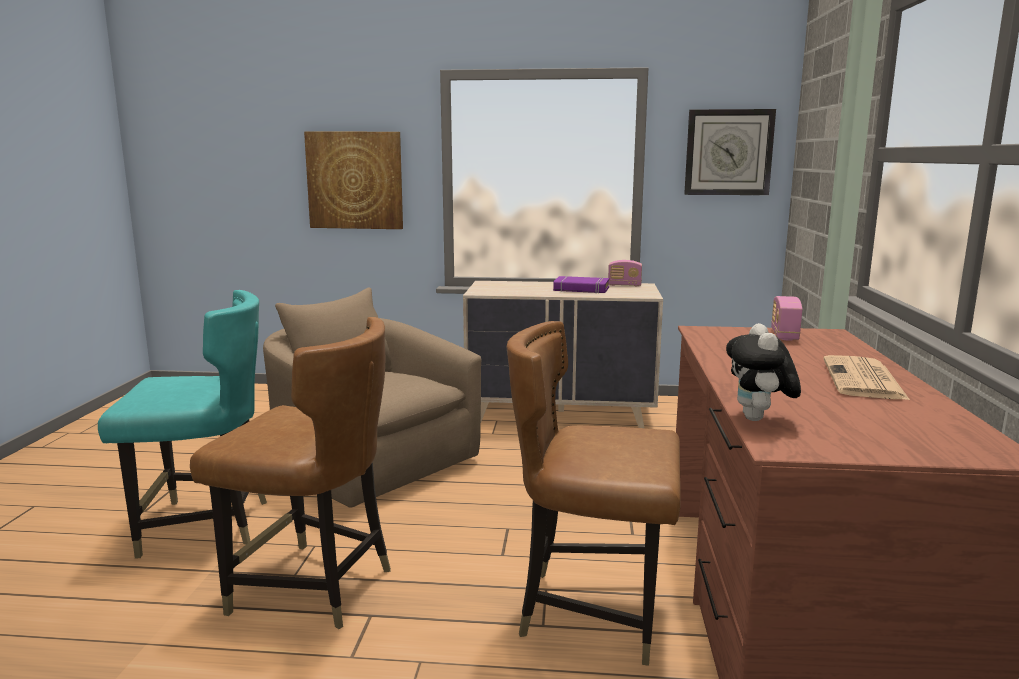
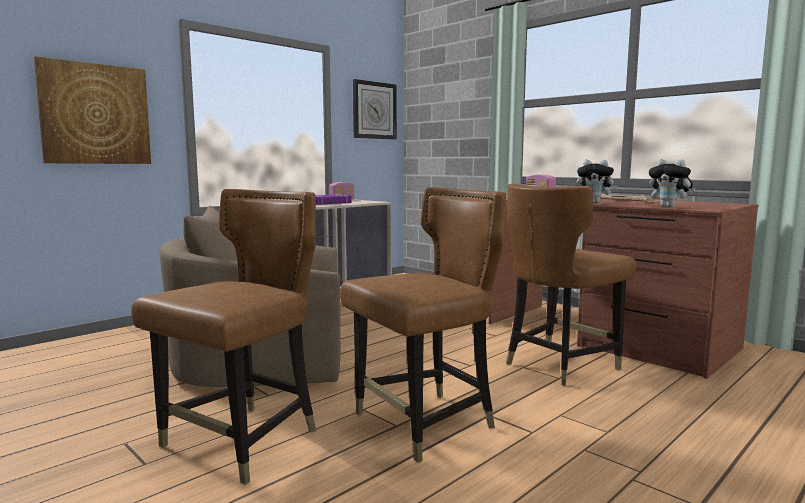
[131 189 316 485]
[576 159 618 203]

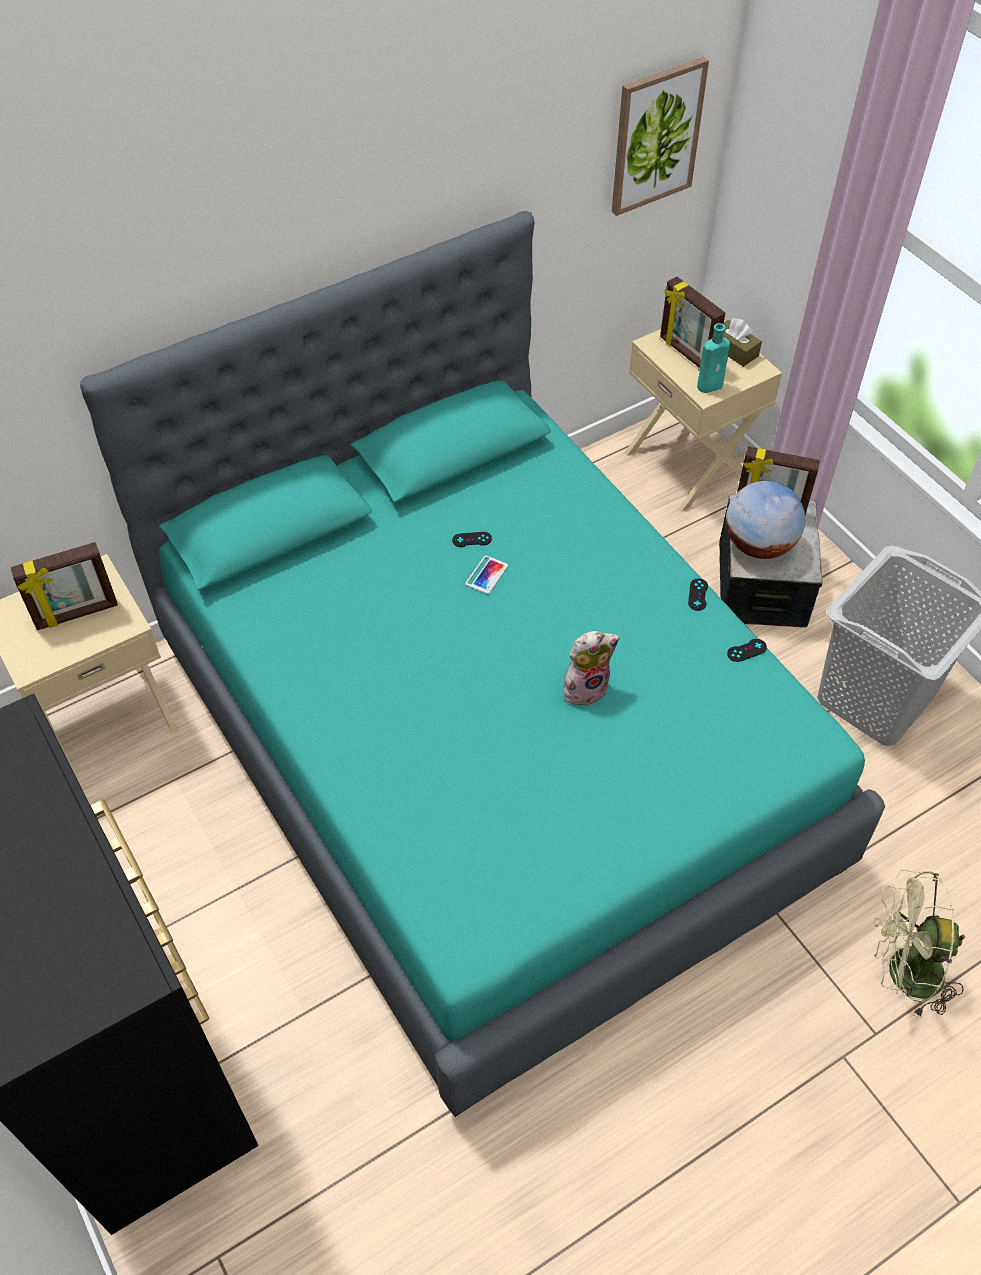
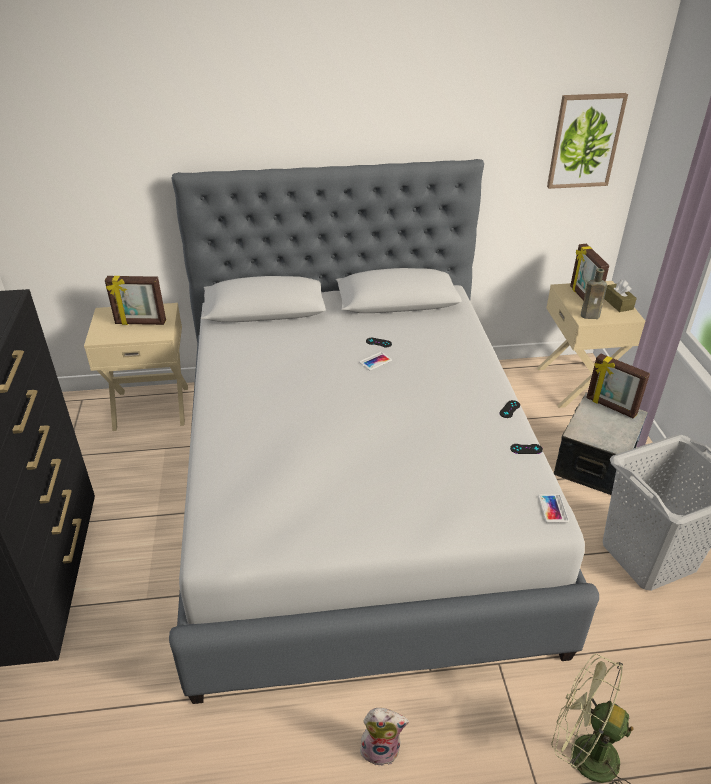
[169 159 599 704]
[359 708 409 766]
[538 494 569 523]
[581 268 607 319]
[726 481 805 559] (first image)

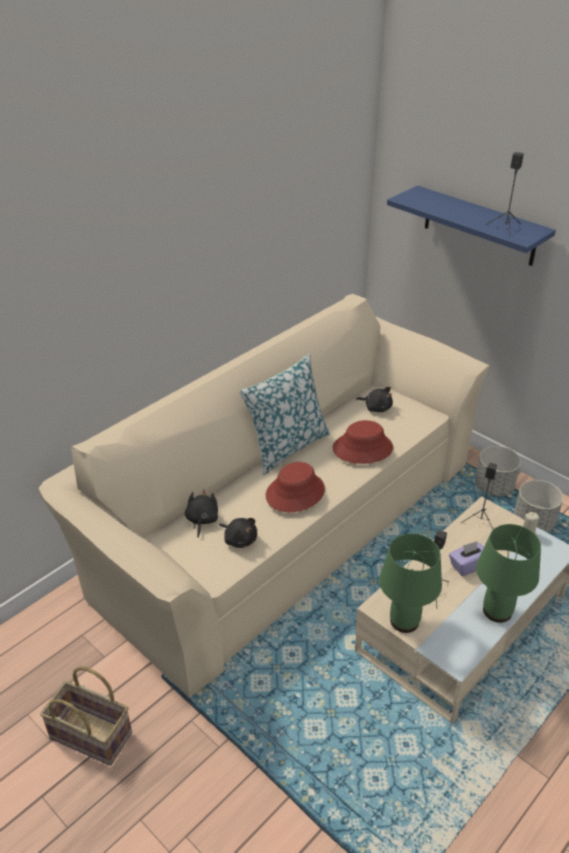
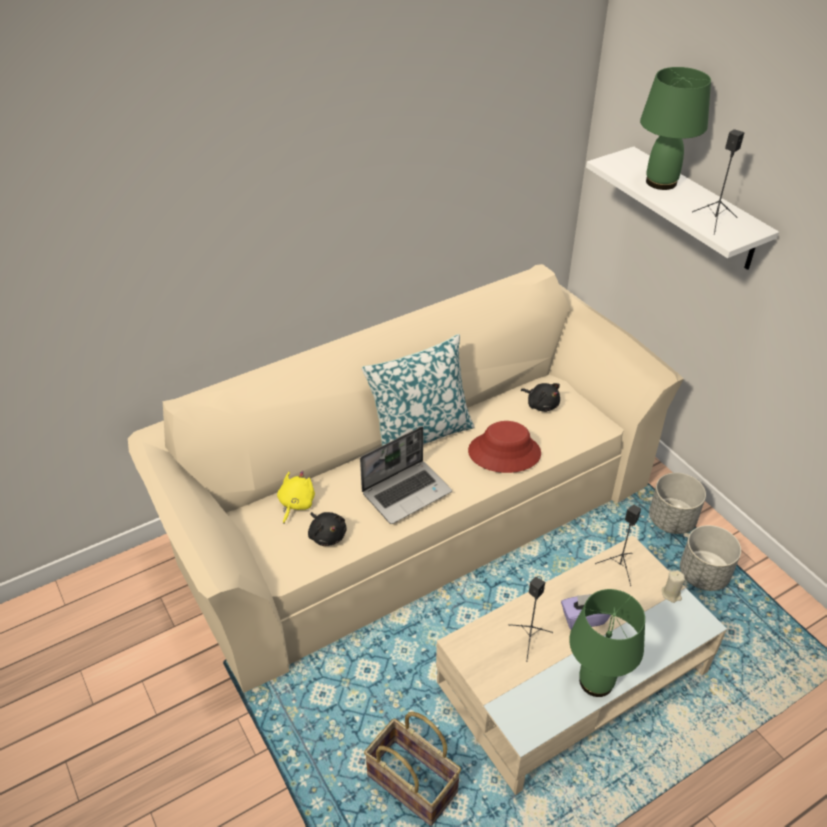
[277 471 315 524]
[360 426 452 524]
[364 712 461 826]
[586 147 779 270]
[640 67 711 190]

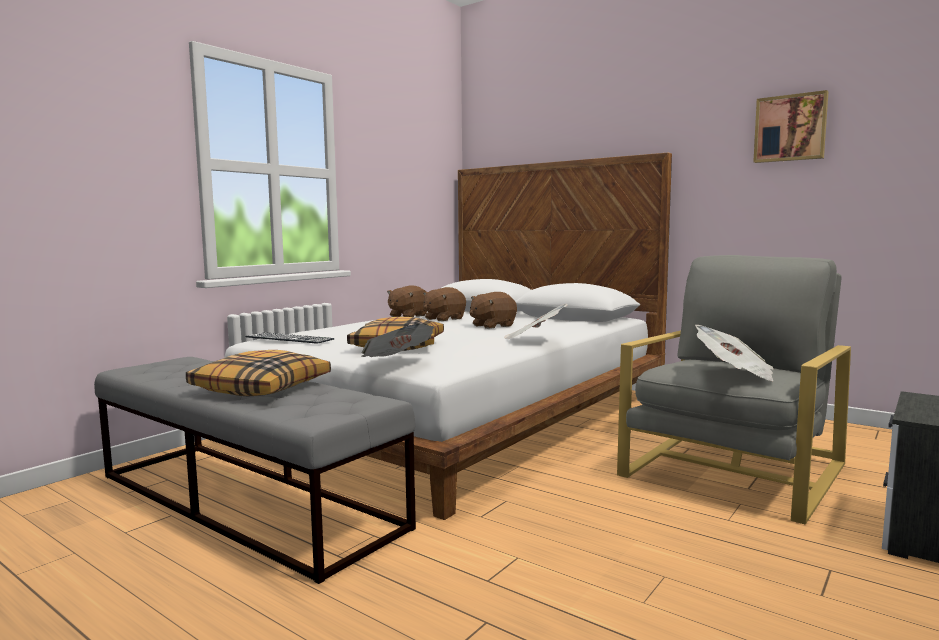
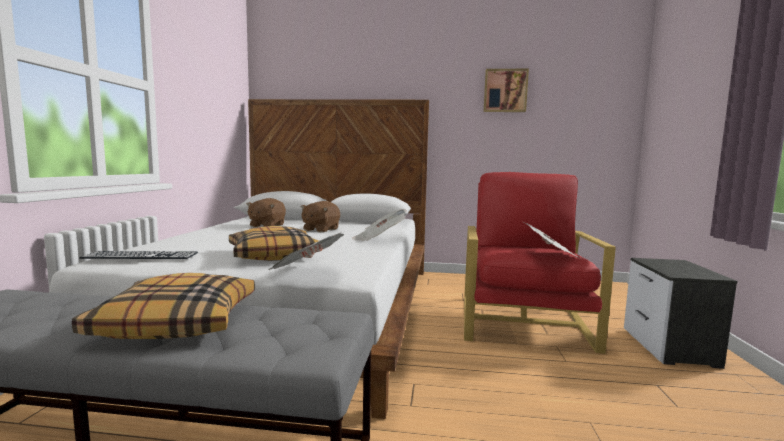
[464 172 616 354]
[387 285 427 317] (first image)

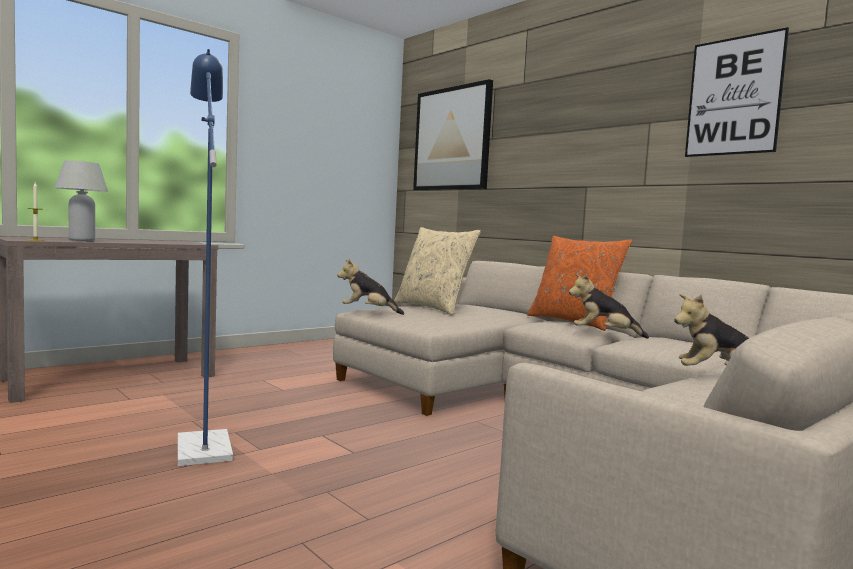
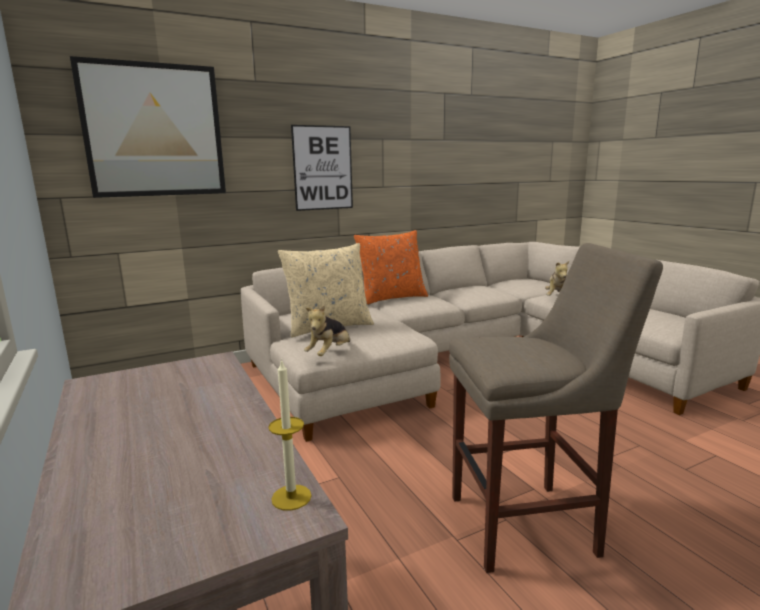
[291 125 353 211]
[449 243 663 573]
[55 160 108 241] (first image)
[569 273 649 339] (first image)

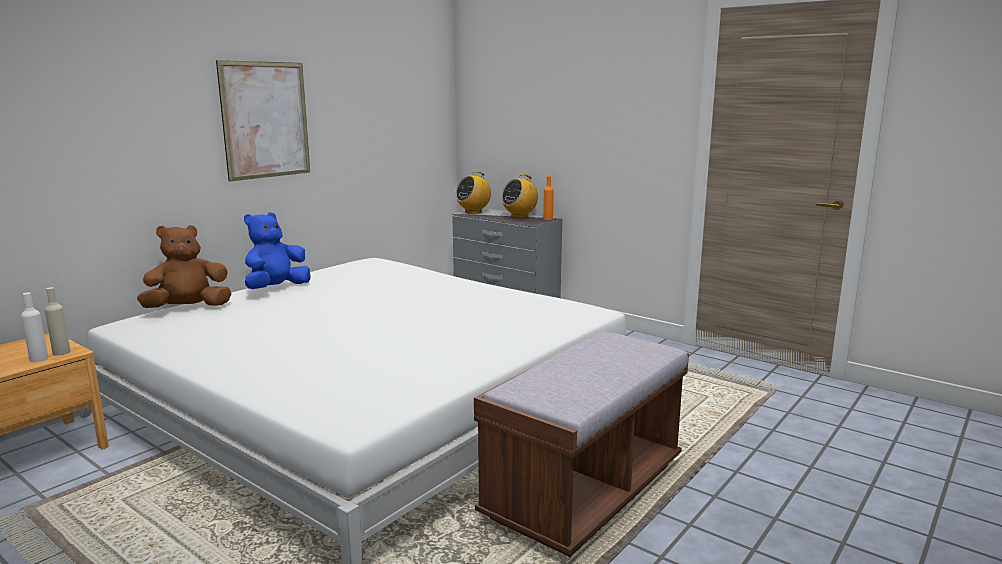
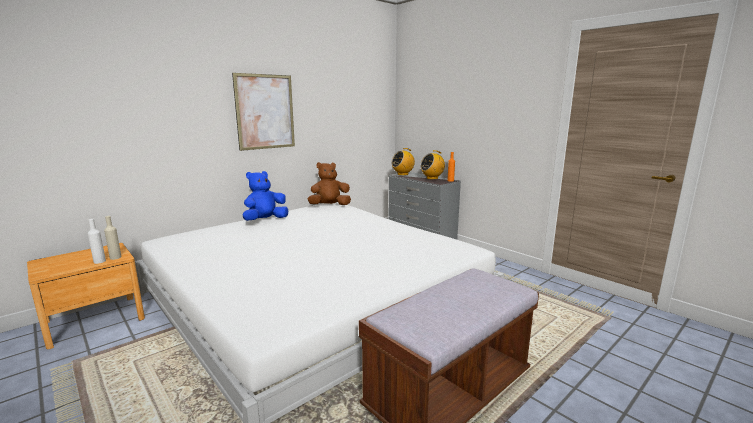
[307 162 351 205]

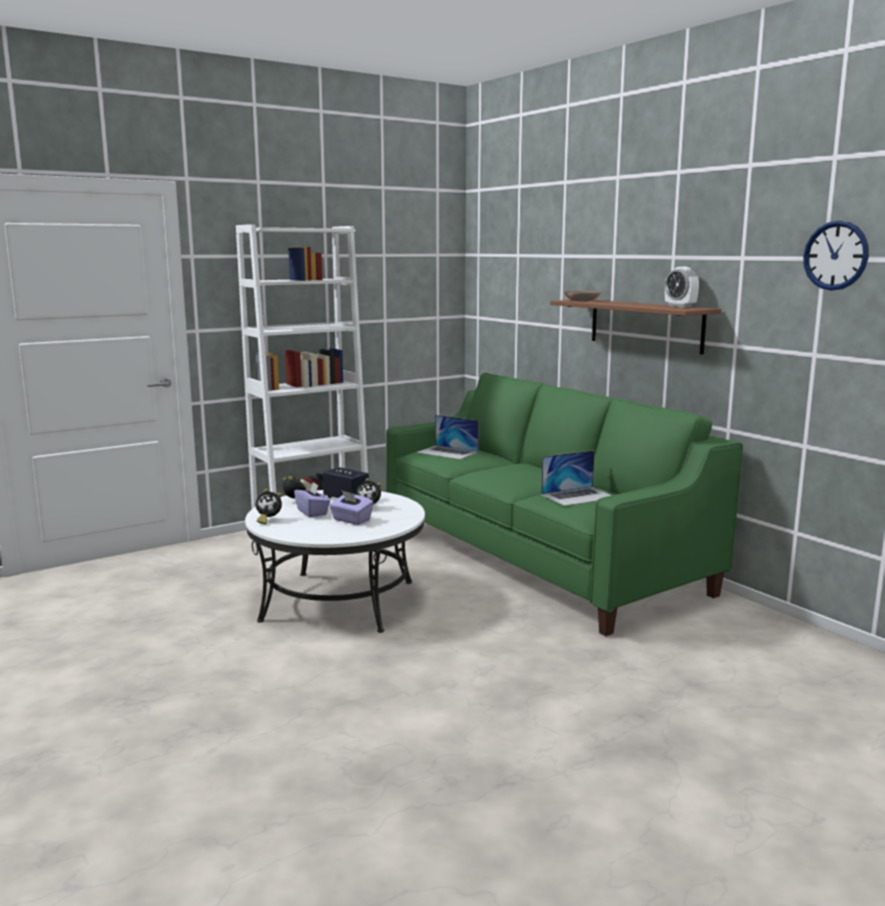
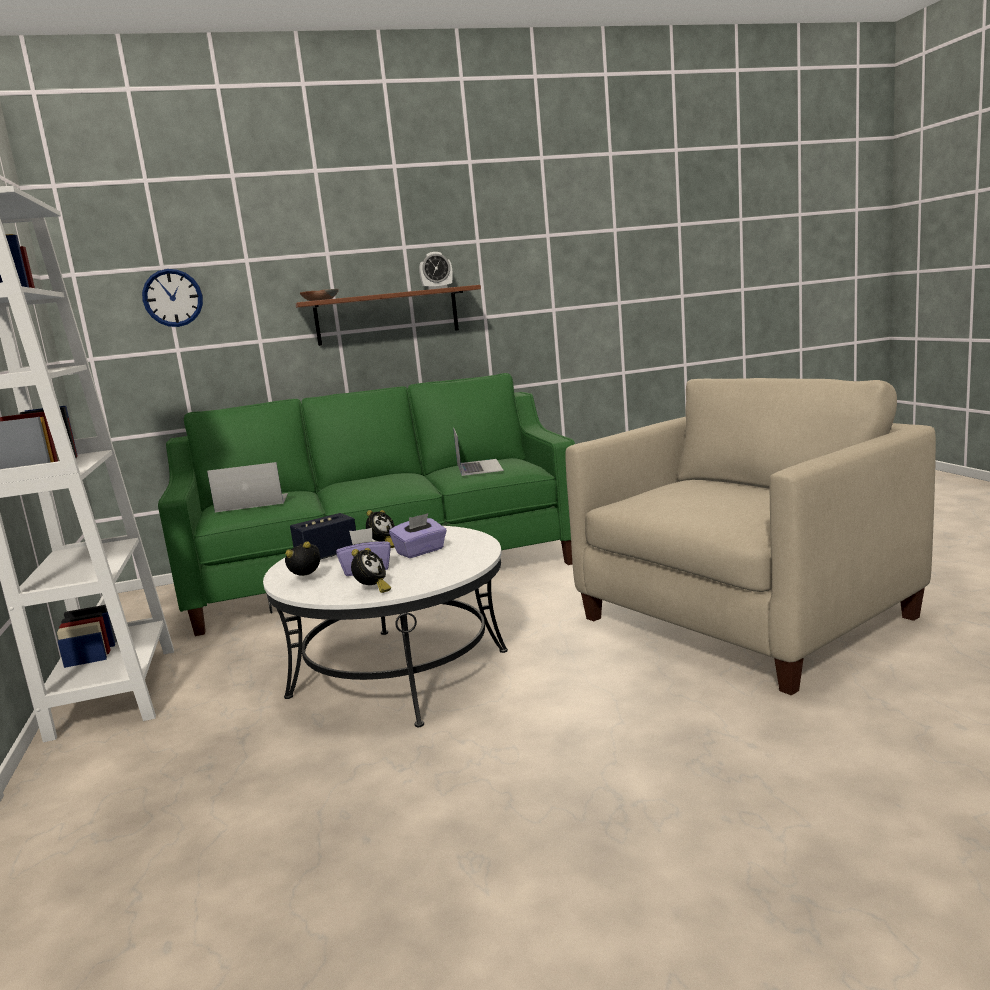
[142 269 203 327]
[207 462 288 512]
[565 378 936 695]

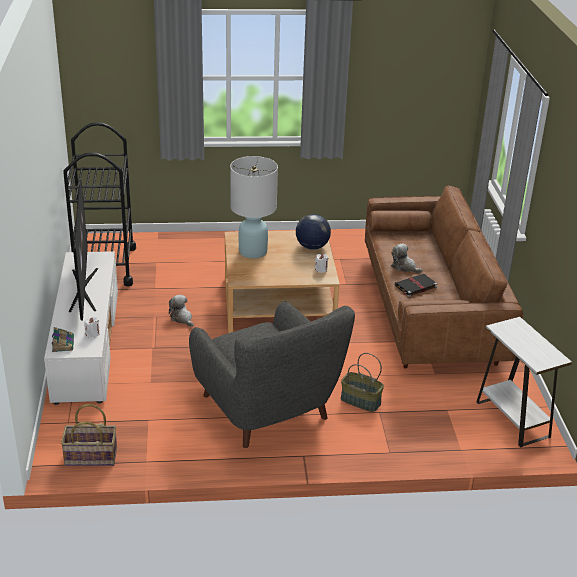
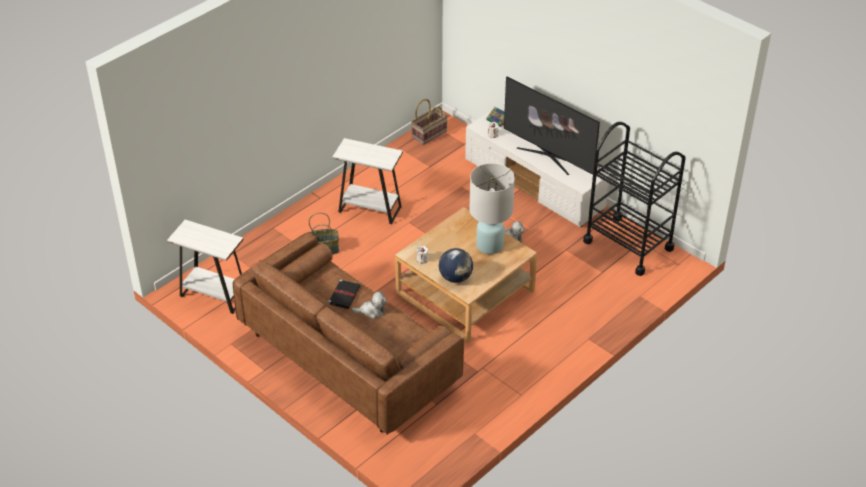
[332 138 403 224]

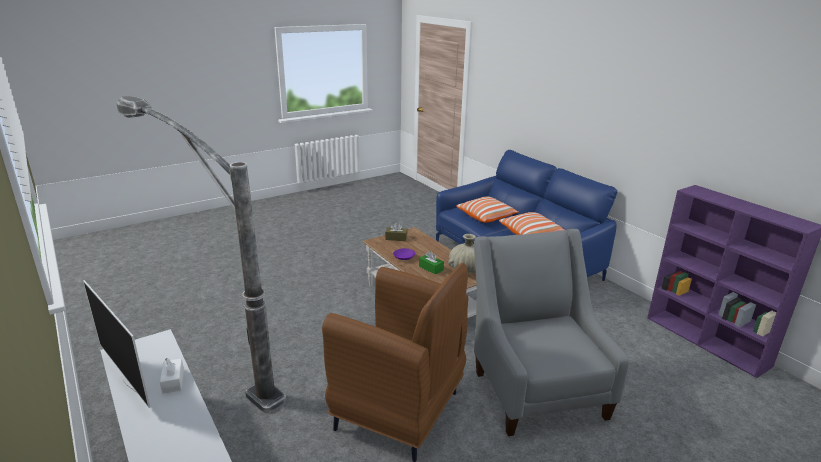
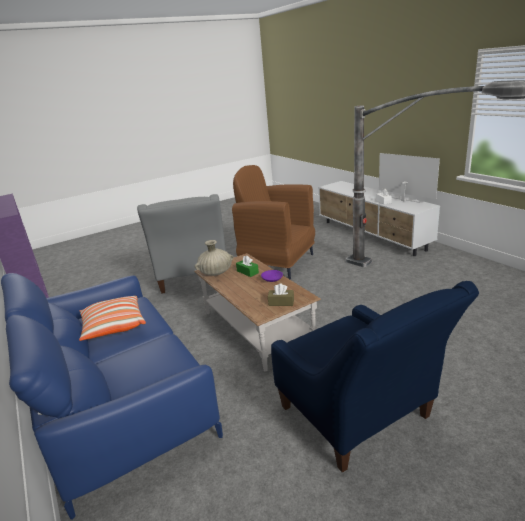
[271 281 479 473]
[456 197 519 223] (first image)

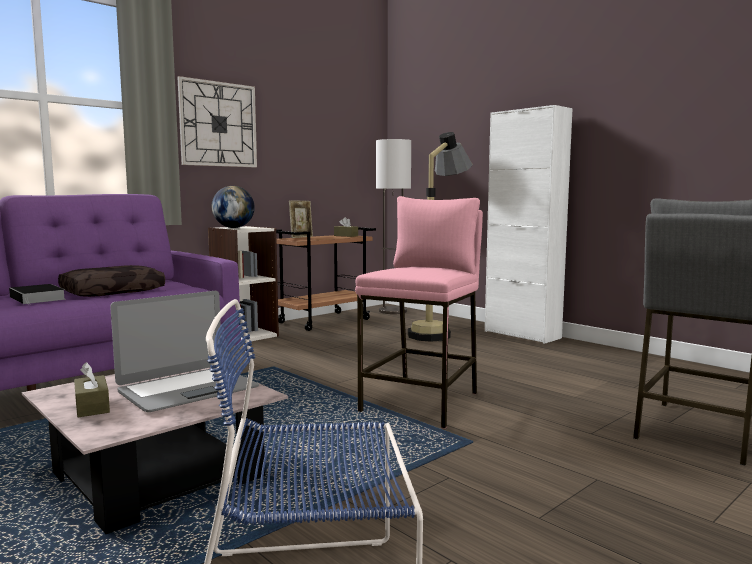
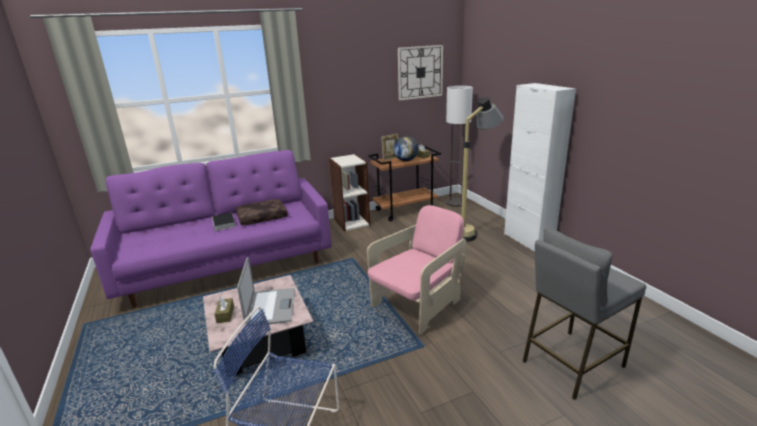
[237 257 295 326]
[367 205 467 335]
[393 136 418 161]
[398 45 443 100]

